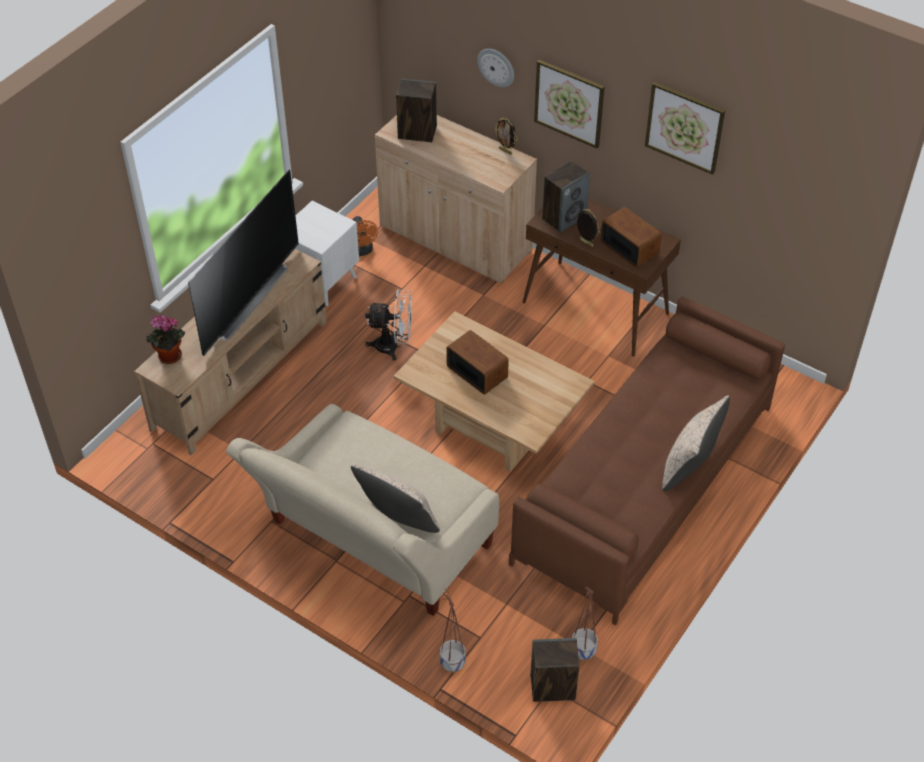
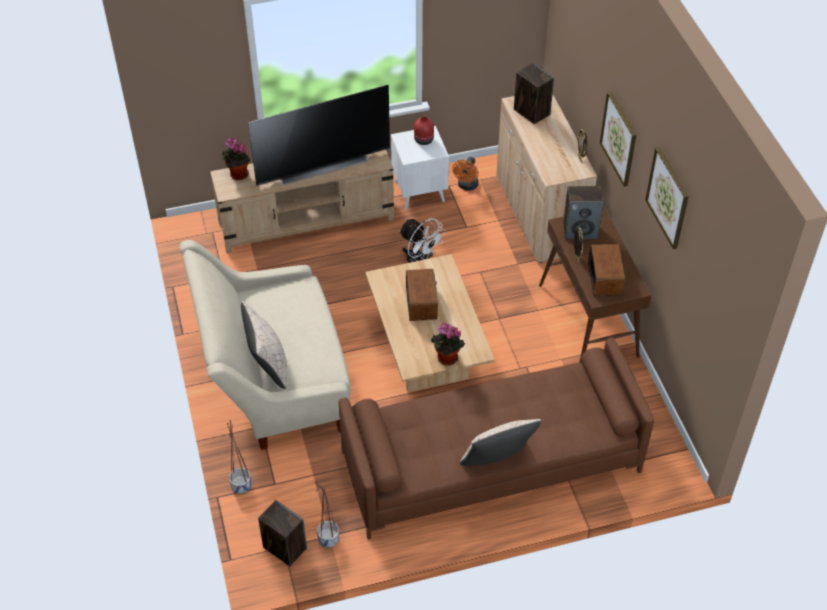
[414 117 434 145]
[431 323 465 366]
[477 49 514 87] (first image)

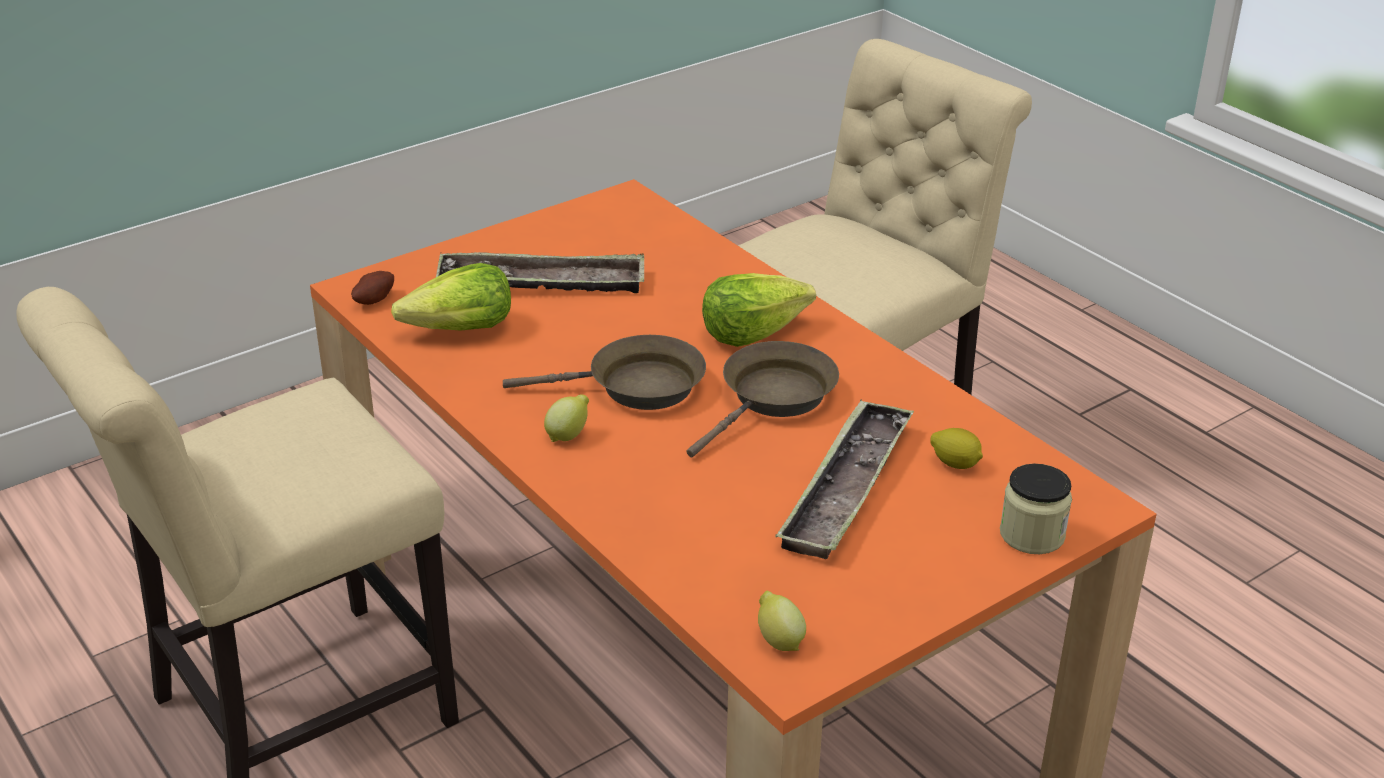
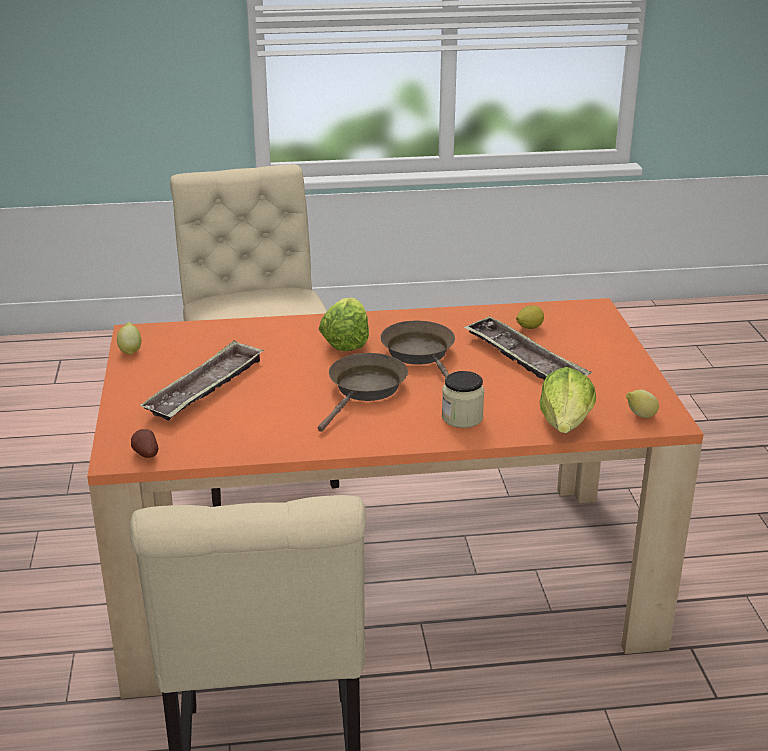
[117 322 141 355]
[442 371 485 428]
[540 367 596 433]

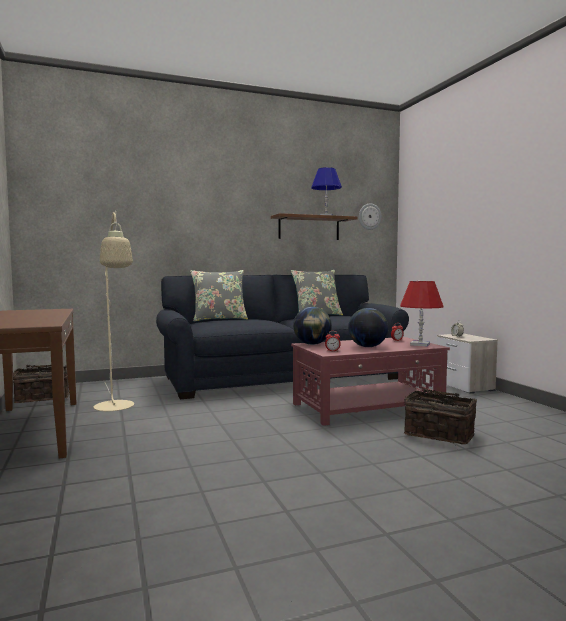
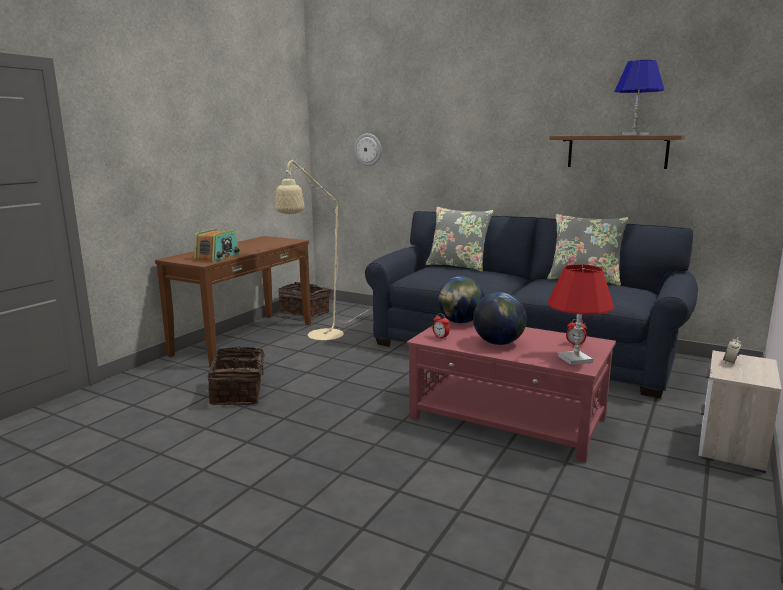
[194 229 240 262]
[208 346 274 405]
[354 133 382 166]

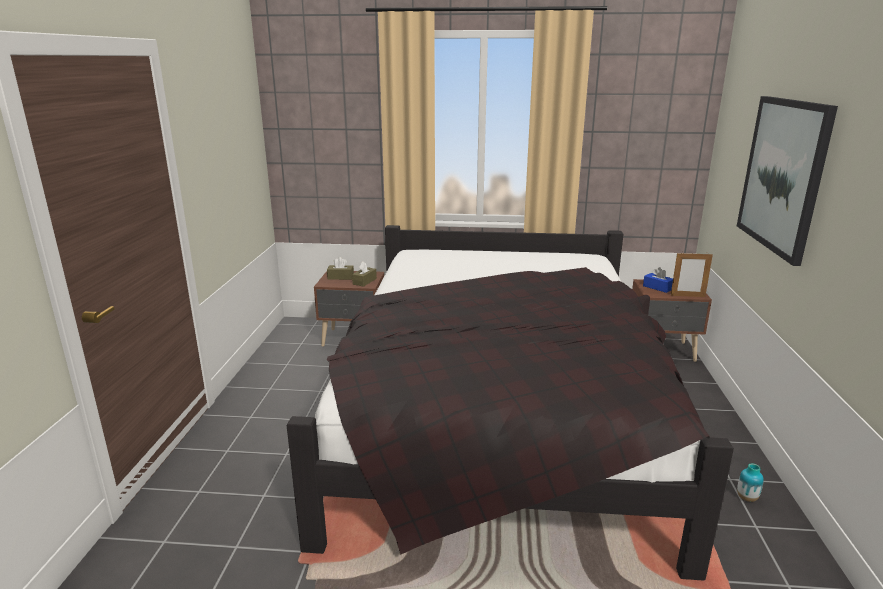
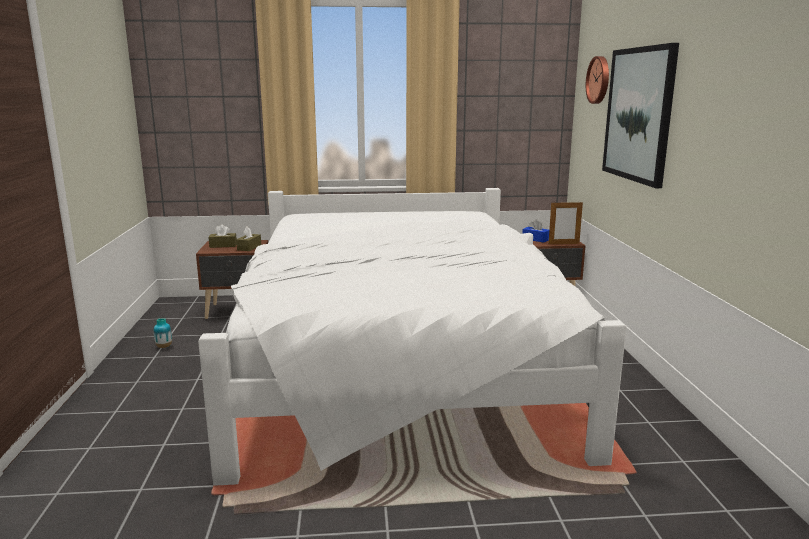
[154 318 172 348]
[198 188 627 486]
[586 56 609 104]

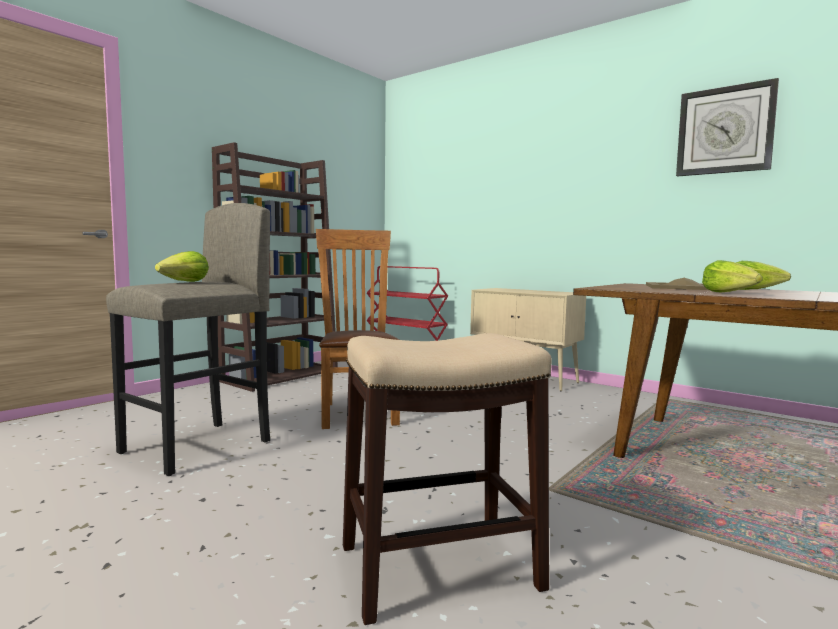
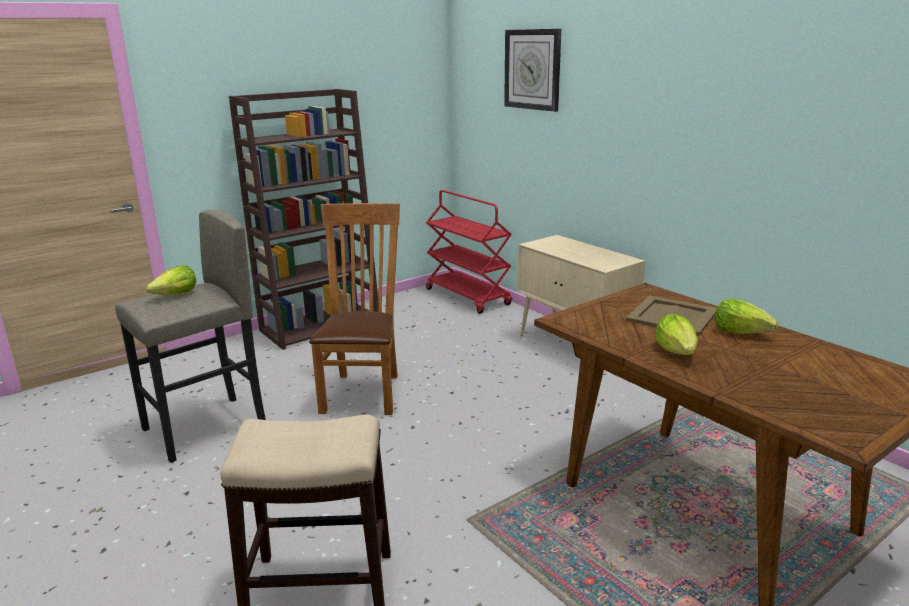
[504 29 561 112]

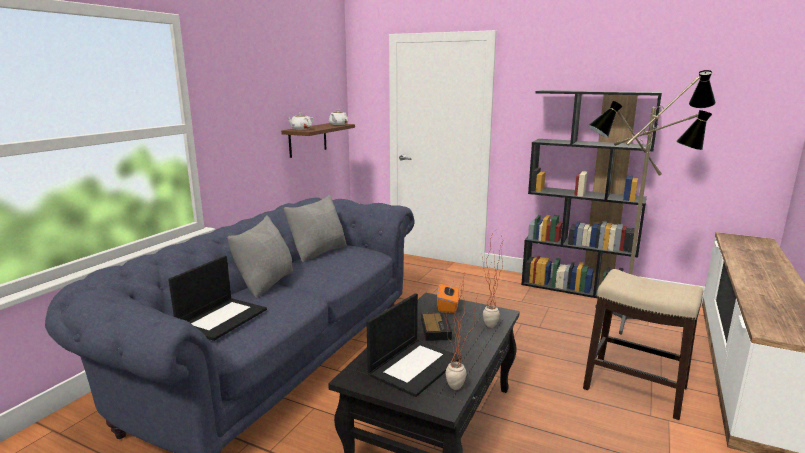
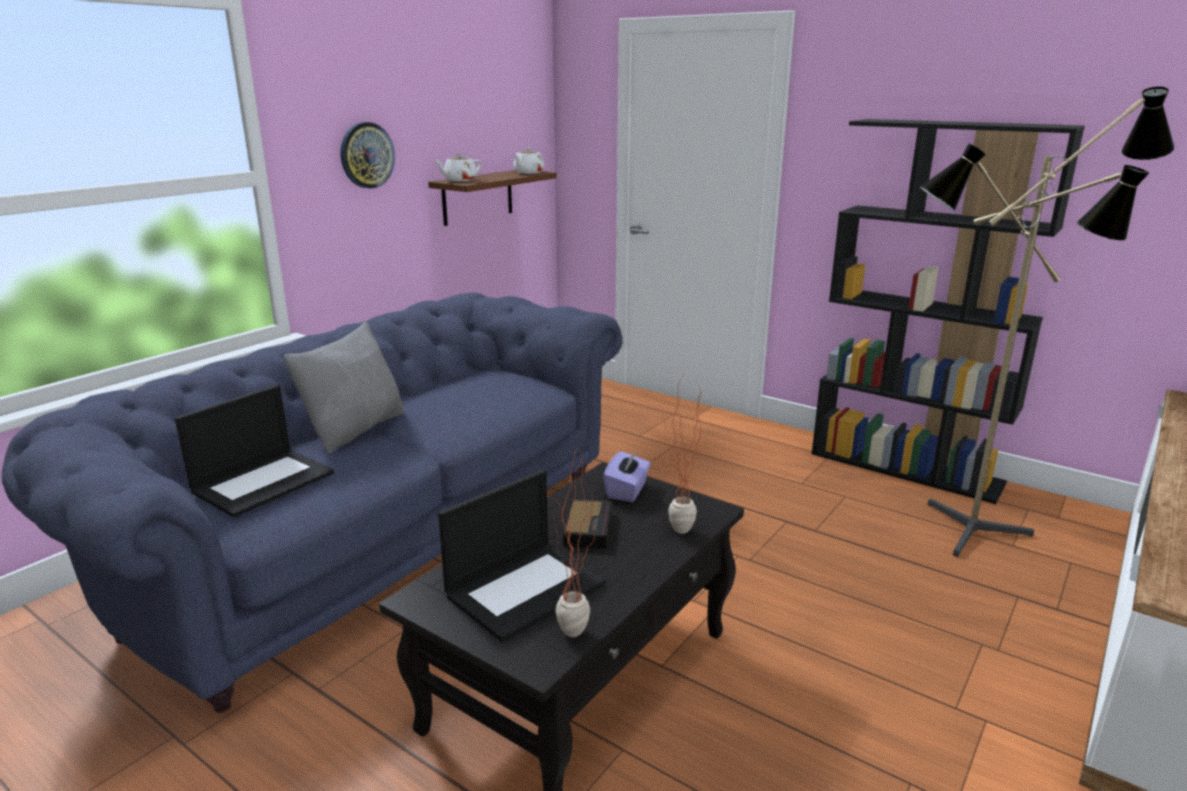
[340 122 395 189]
[603 449 651 502]
[284 195 347 262] (first image)
[583 269 704 420] (first image)

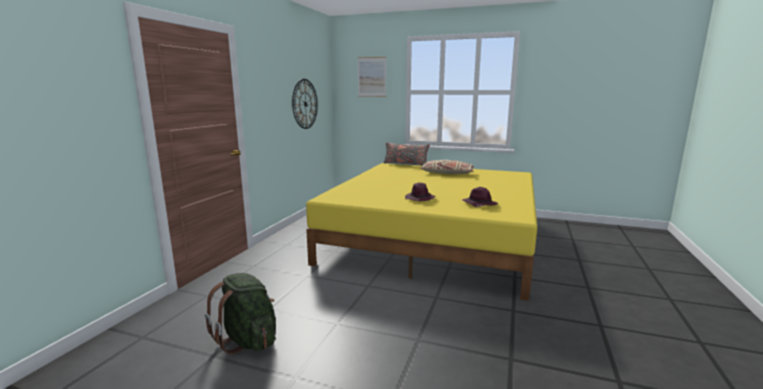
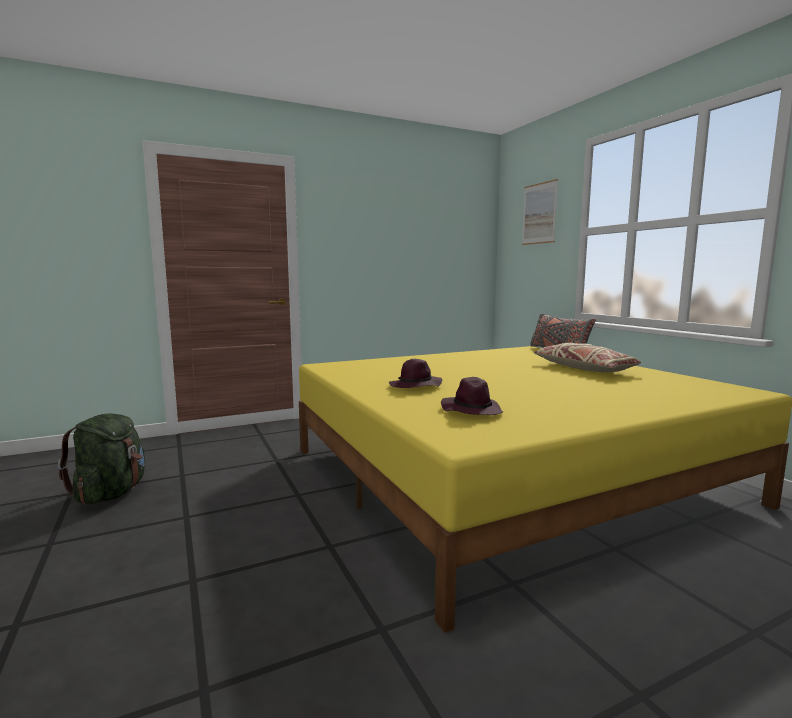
[292 79 318 129] (first image)

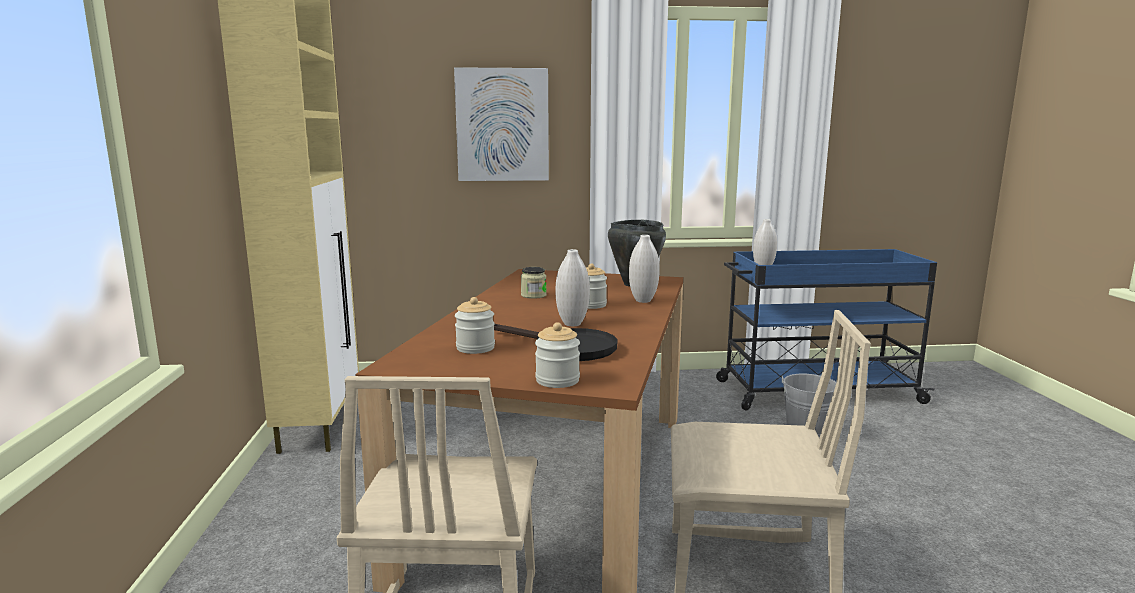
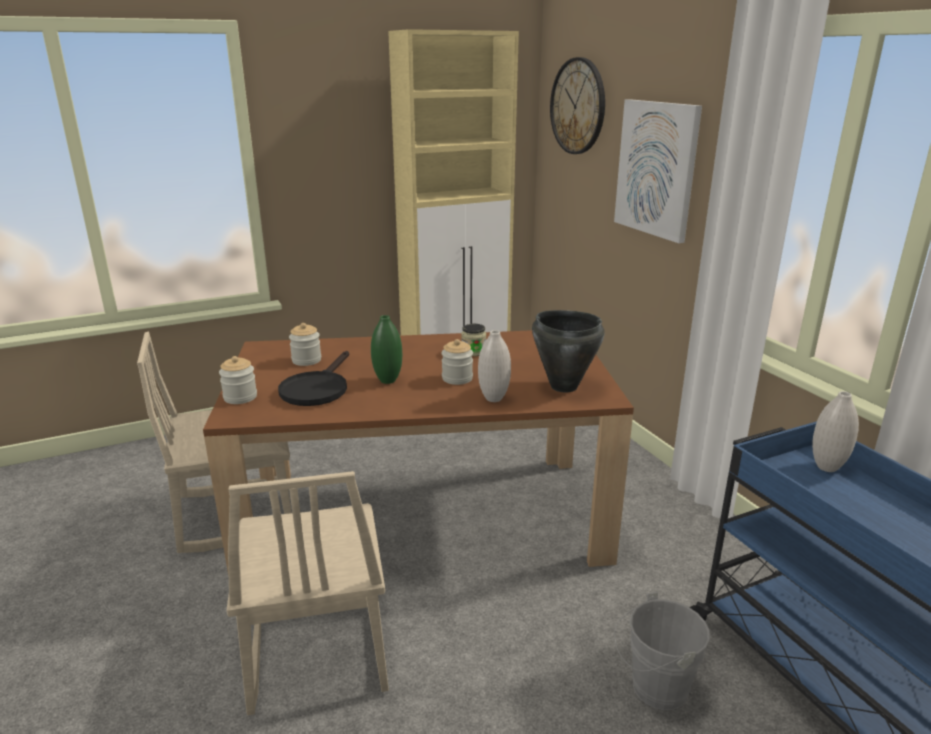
[371 315 402 384]
[550 57 605 154]

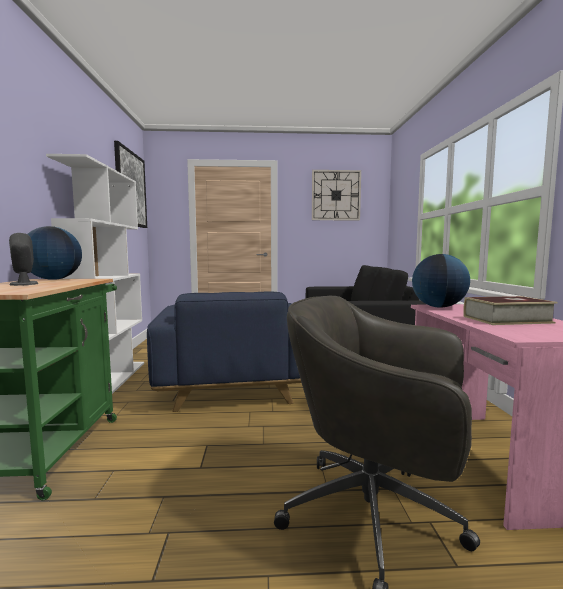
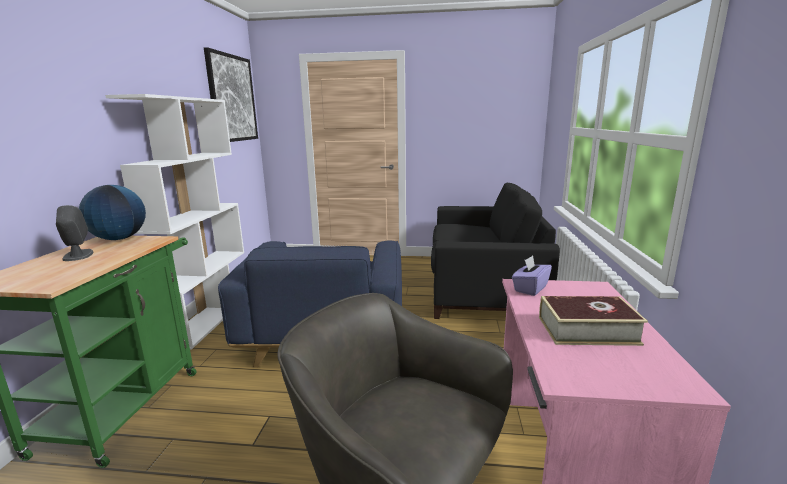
[512 255 552 296]
[312 170 361 220] (first image)

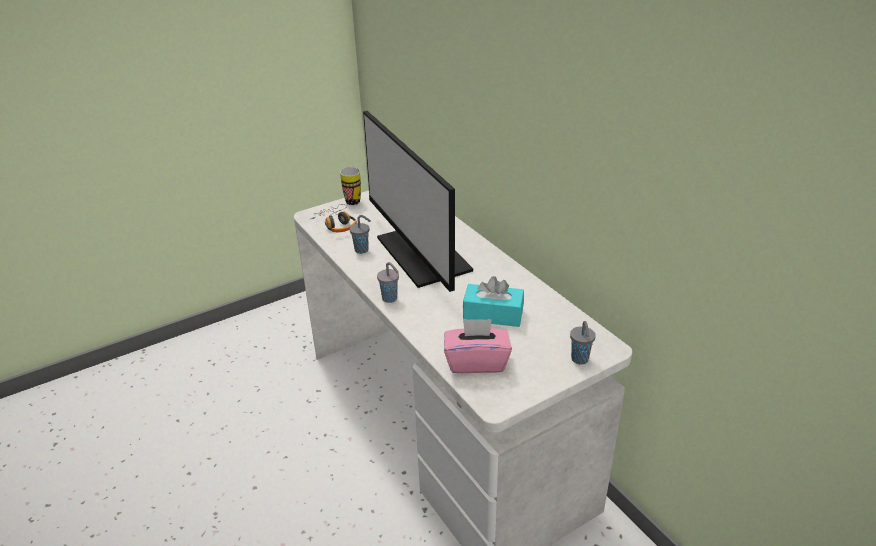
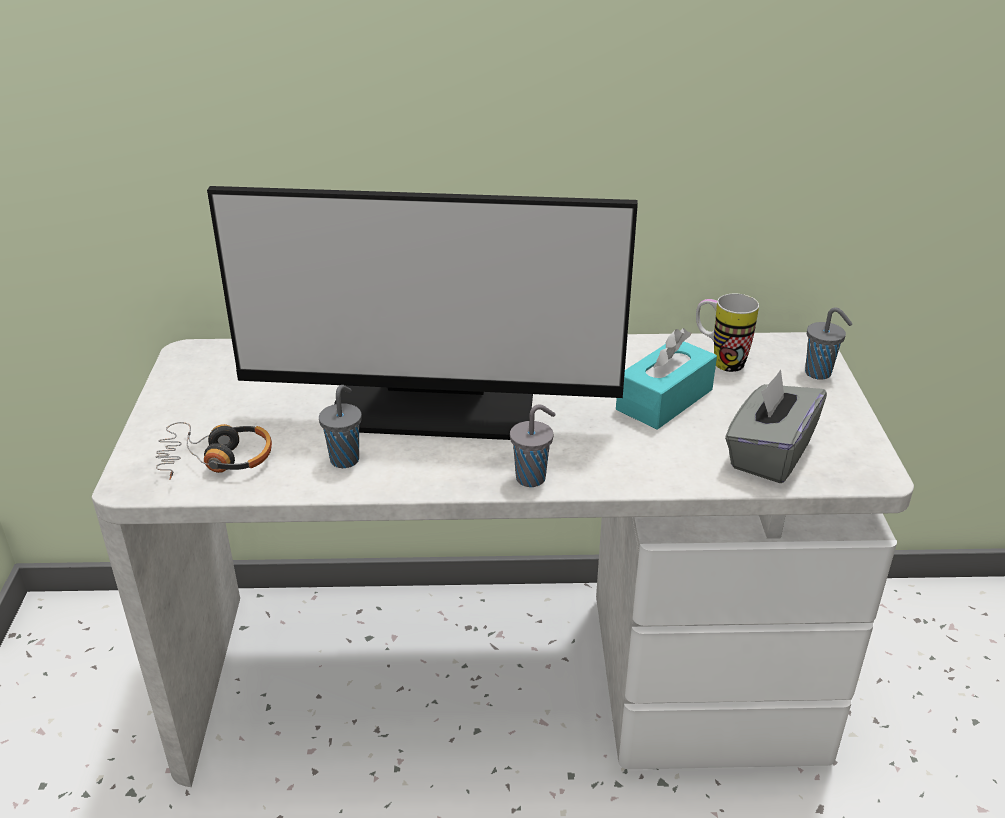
[696 294 759 372]
[725 369 827 483]

